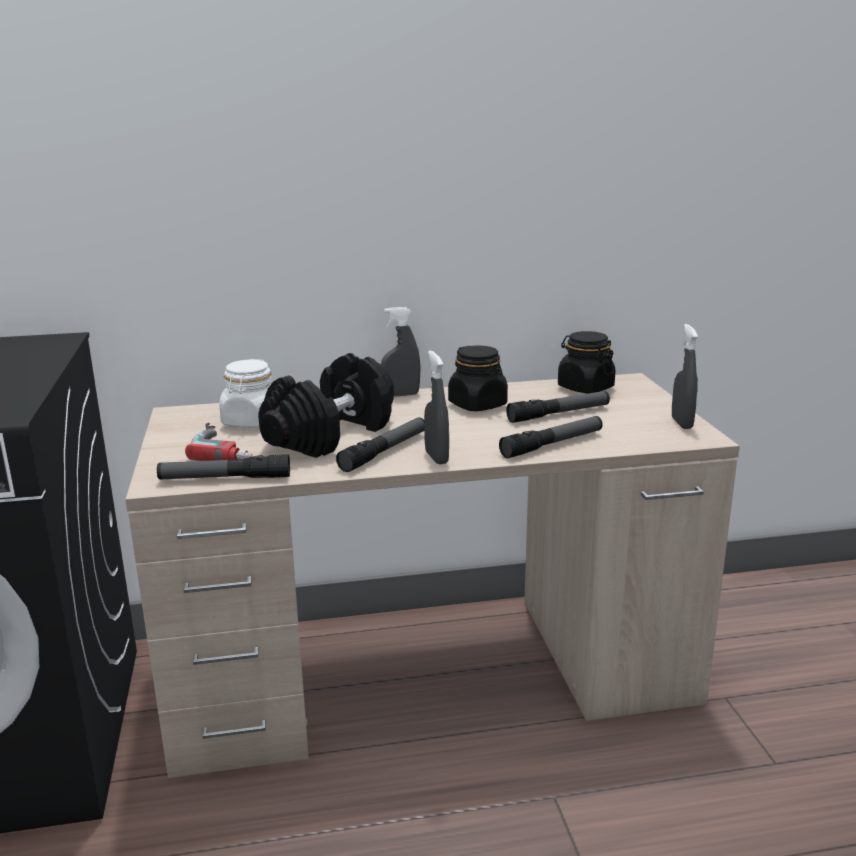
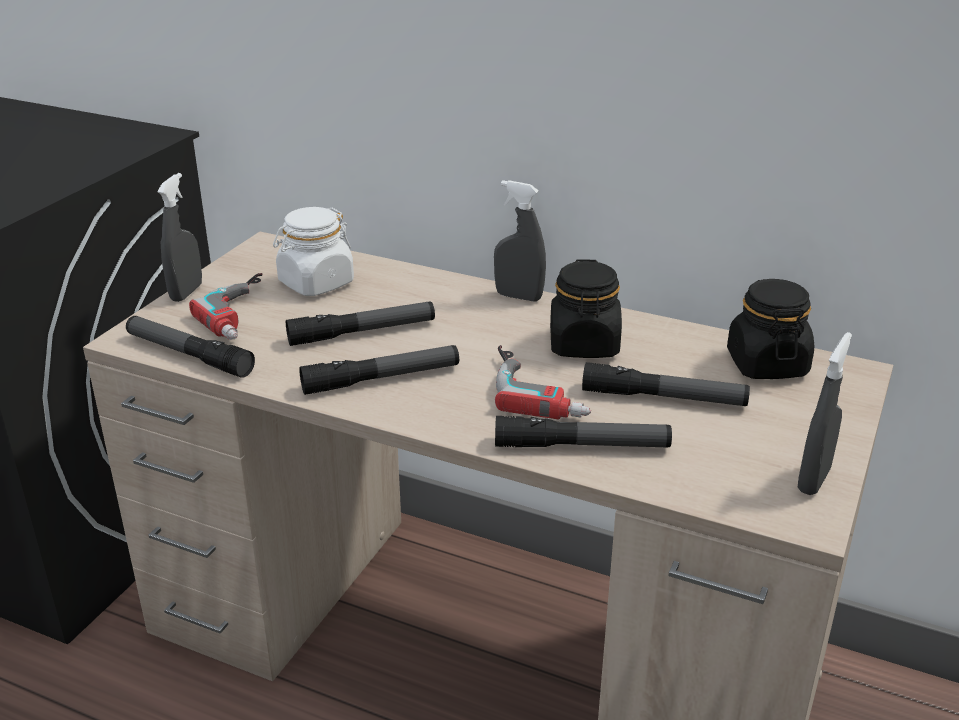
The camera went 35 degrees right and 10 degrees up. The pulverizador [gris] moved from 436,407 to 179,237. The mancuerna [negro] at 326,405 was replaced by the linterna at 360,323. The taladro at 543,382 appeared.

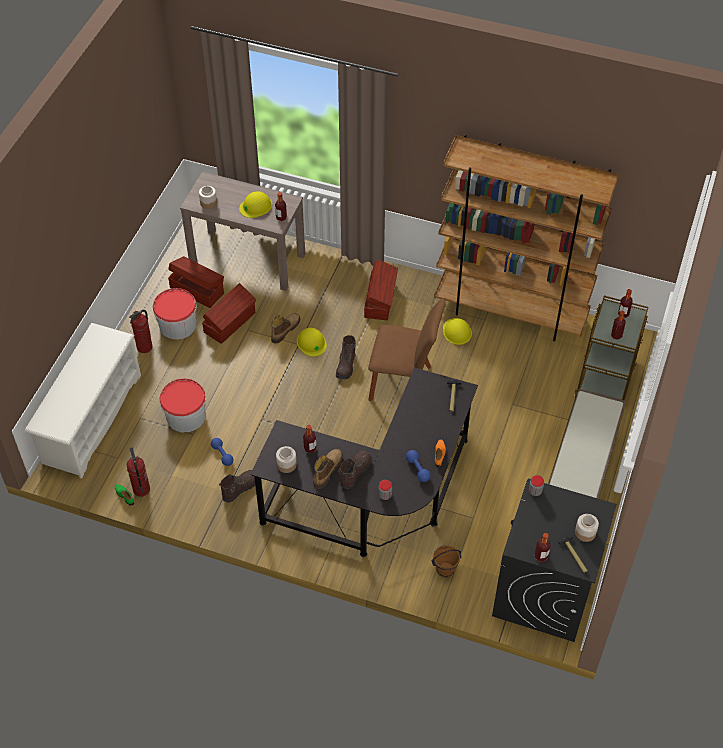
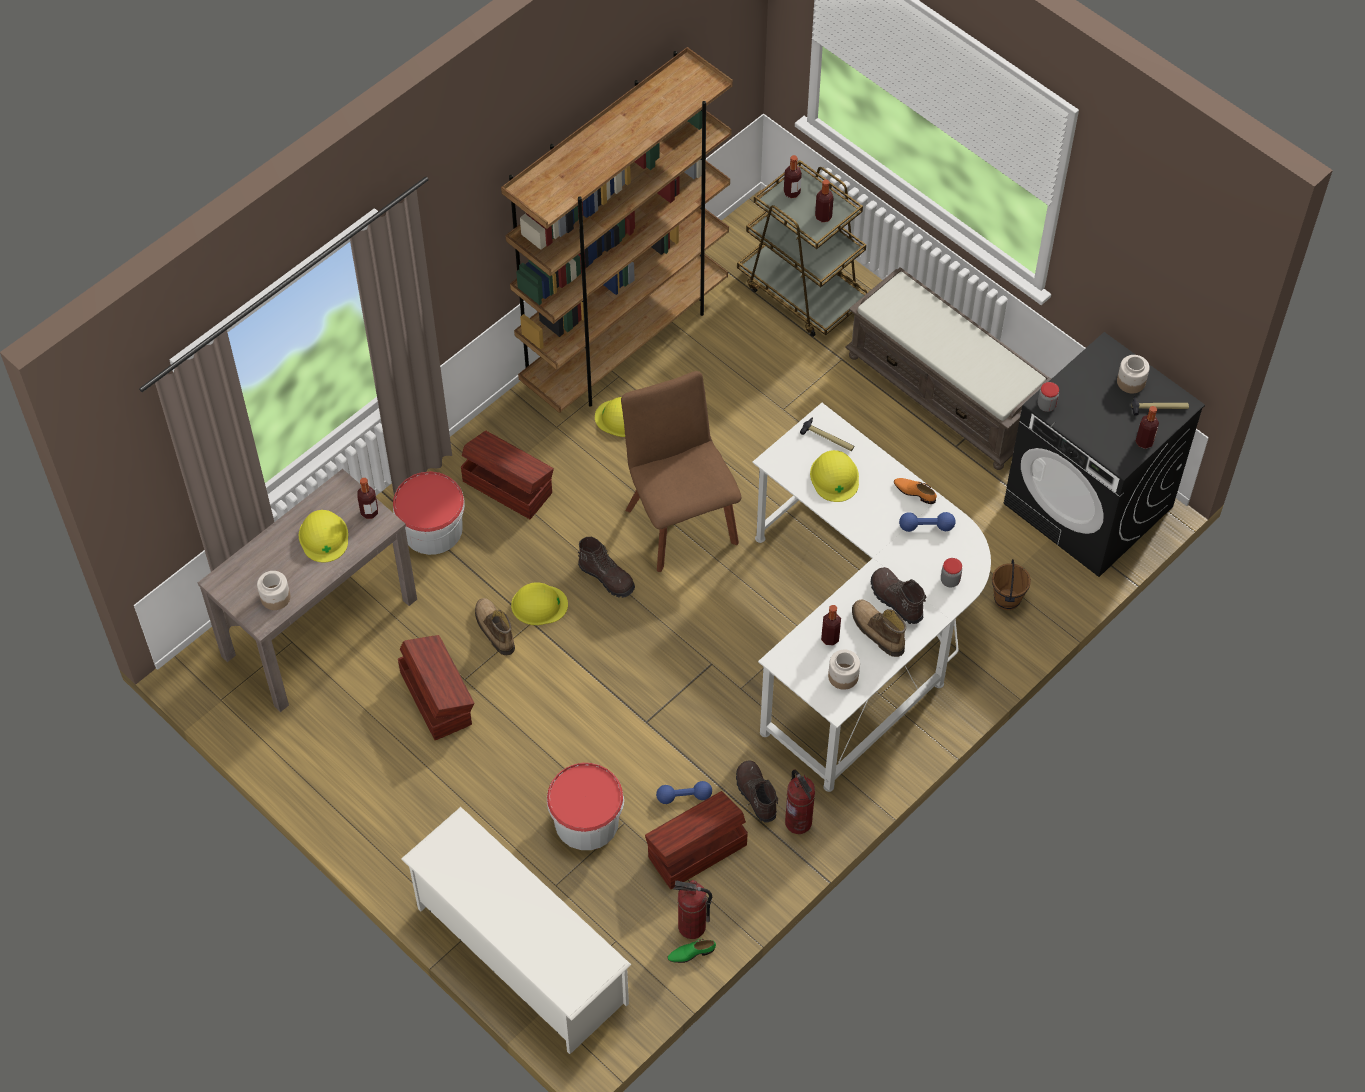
The camera went 65 degrees left and 5 degrees up. The cubo moved from 175,314 to 429,513. The silla [marrón] at 406,350 turned 60 degrees counterclockwise. The caja de almacenaje [marrón] moved from 196,282 to 696,840. The escritorio [negro] at 364,462 became the escritorio [blanco] at 871,597. The extintor moved from 140,331 to 800,801. The casco [amarillo] at 834,476 appeared.

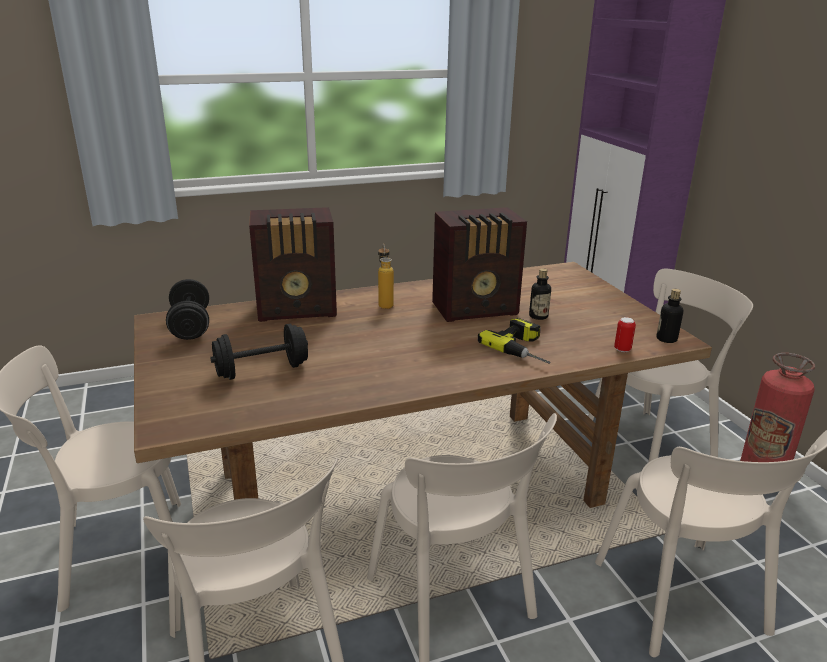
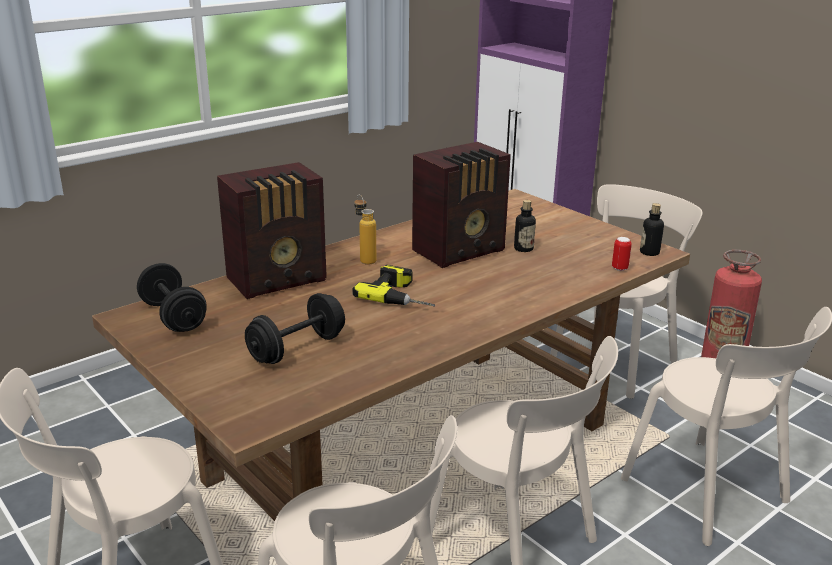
The camera went 20 degrees left and 0 degrees up. The taladro moved from 514,341 to 393,286.

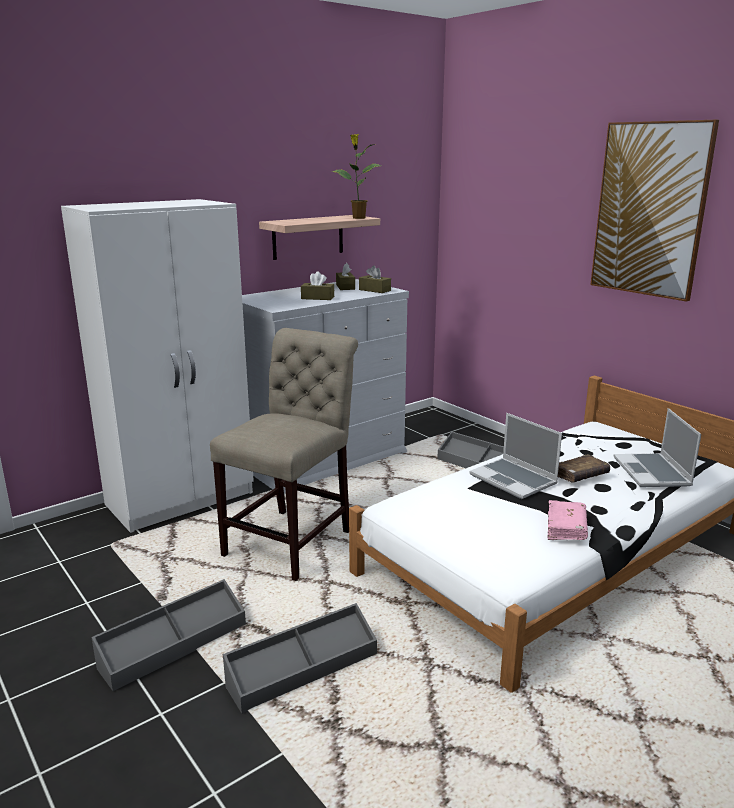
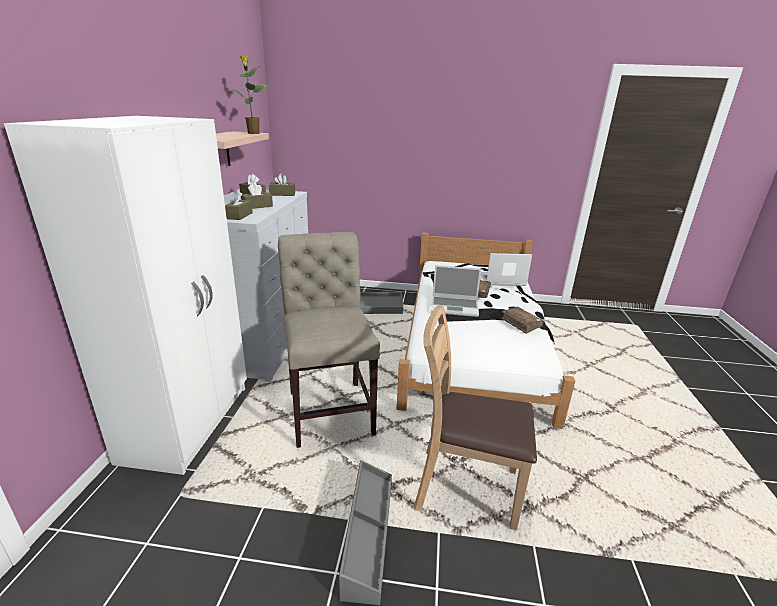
The camera went 45 degrees left and 5 degrees up. The caja de pañuelos [marrón] at 239,205 appeared. The caja de almacenaje [gris] at 300,658 was replaced by the silla [marrón] at 475,417. The portátil at 657,447 turned 135 degrees clockwise. The libro [rosa] at 568,520 became the libro [marrón] at 522,320. The cuadro at 654,210 disappeared.

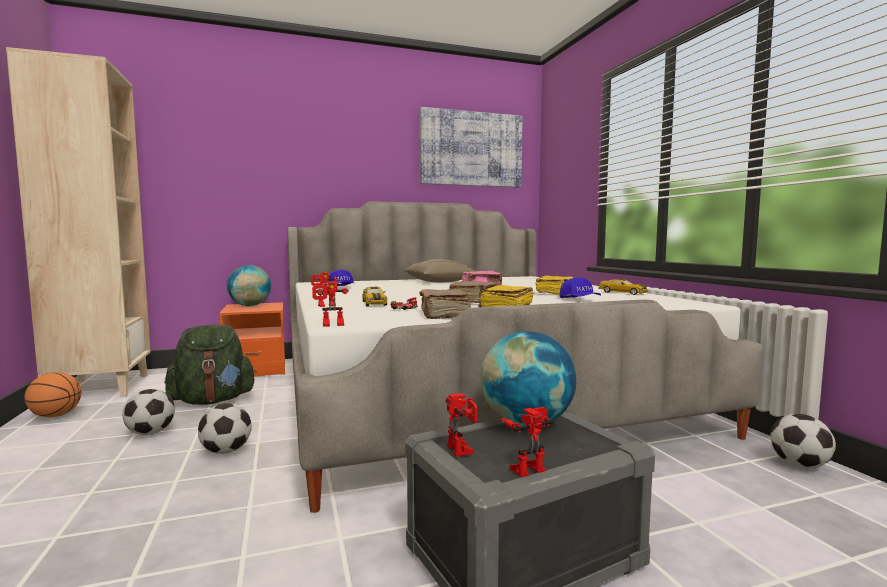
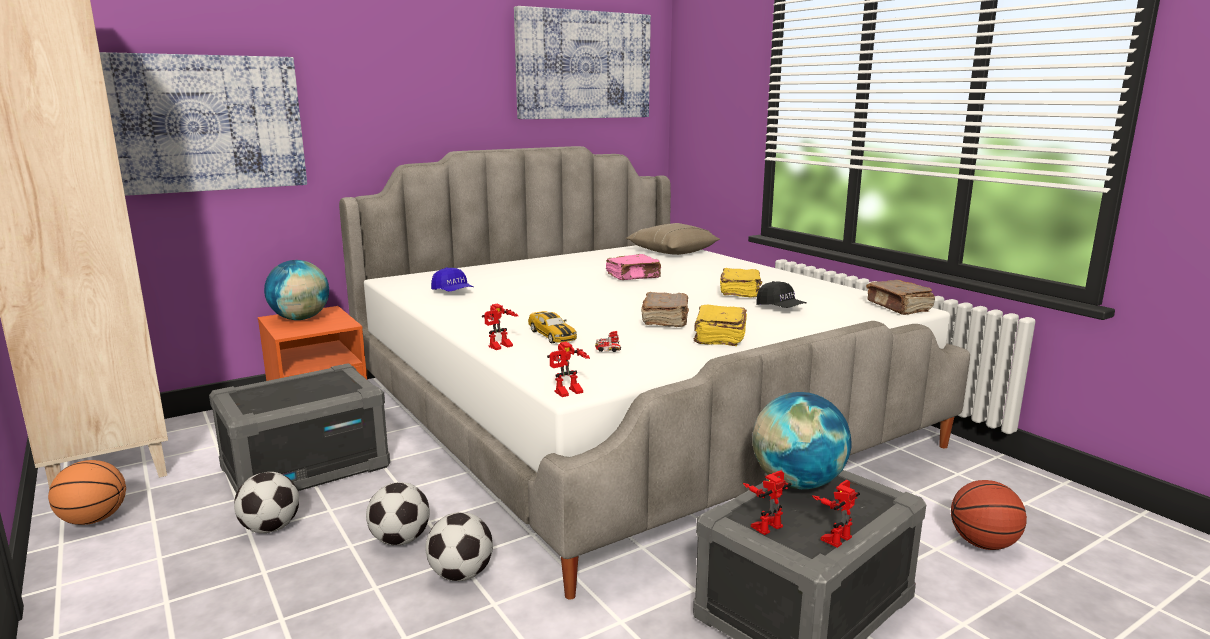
The camera went 15 degrees left and 10 degrees up. The cuadro at 203,124 appeared. The mochila [verde] at 210,365 was replaced by the caja de almacenaje [gris] at 299,428. The balón de fútbol moved from 803,441 to 459,546. The cojín [beis] moved from 439,271 to 673,239. The robot de juguete at 461,425 turned 90 degrees counterclockwise. The gorra [azul] at 580,287 became the gorra [negro] at 781,294. The libro [marrón] moved from 445,304 to 900,297. The balón de baloncesto at 989,515 appeared. The coche de juguete at 623,287 disappeared.

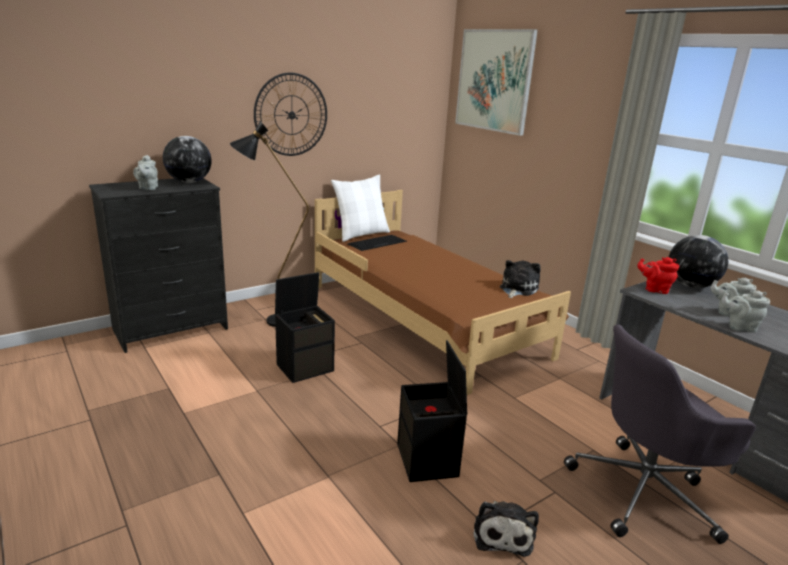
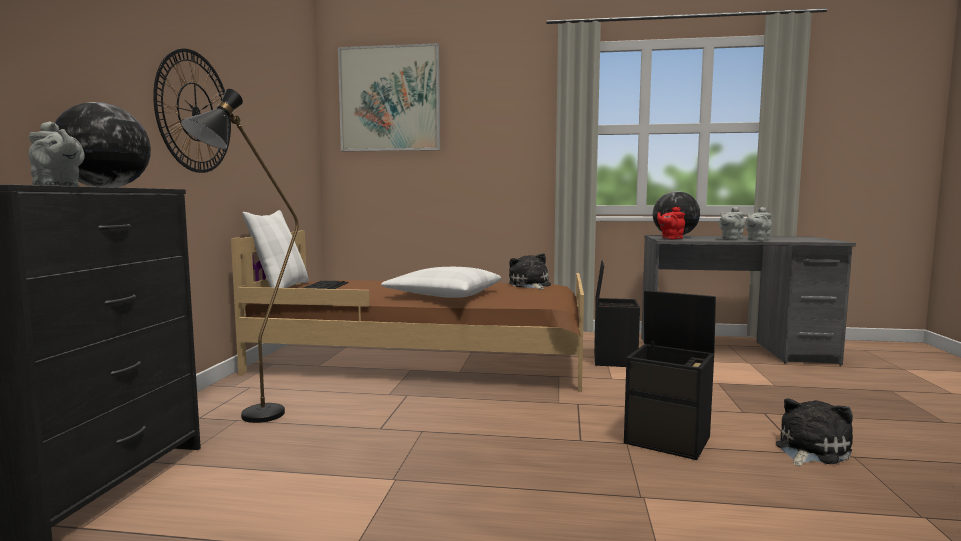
The camera went 45 degrees left and 15 degrees down. The cojín [blanco] at 441,282 appeared. The caja de almacenaje [negro] moved from 305,327 to 617,314. The peluche at 506,529 turned 90 degrees counterclockwise. The silla de oficina [gris] at 660,434 disappeared.

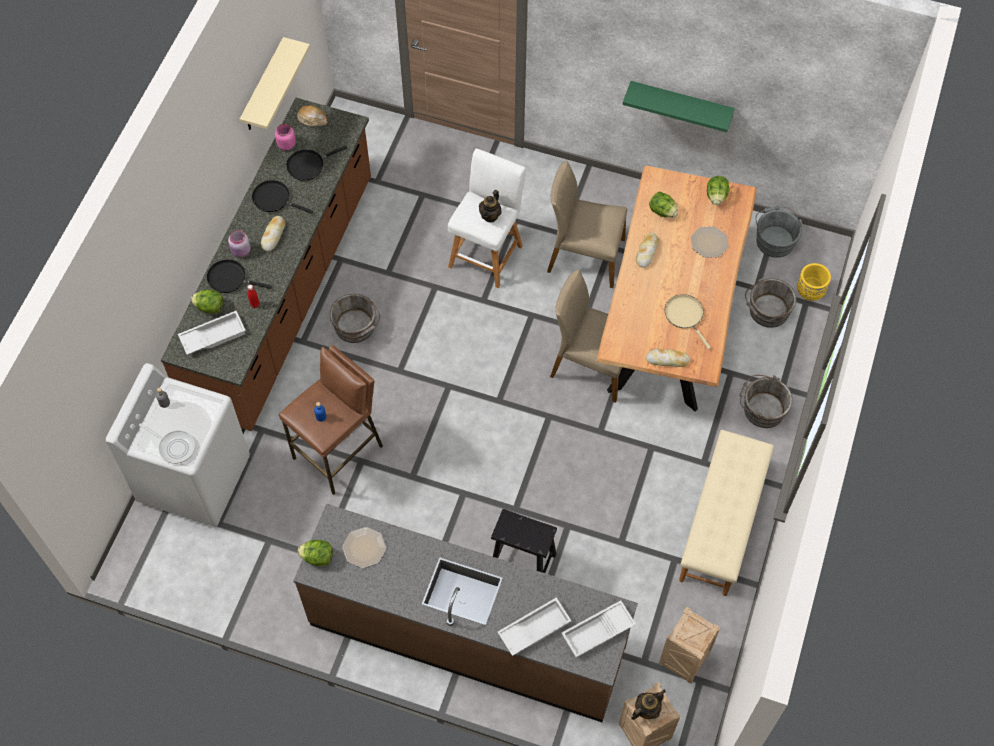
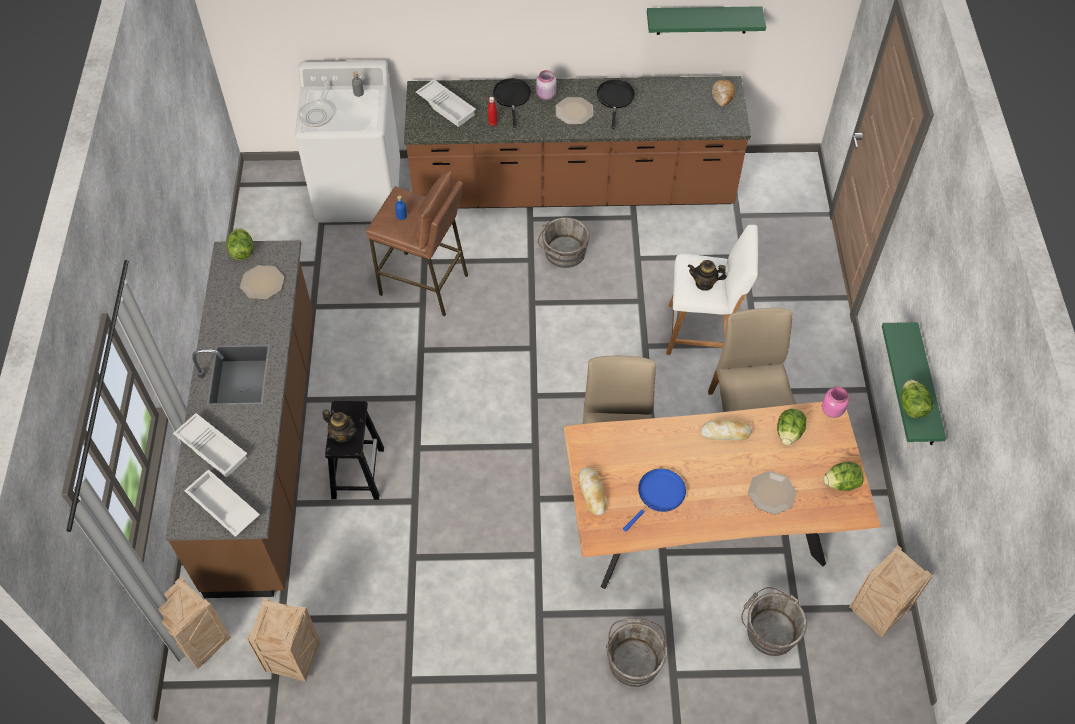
The camera went 70 degrees right and 5 degrees down. The tetera moved from 648,705 to 339,425. The pan at 273,234 was replaced by the plato at 574,110. The sartén [beis] at 688,322 became the sartén [azul] at 654,500. The estante [beis] at 275,83 became the estante [verde] at 706,20. The tarro [rosa] moved from 285,137 to 835,402. The cubo [gris] at 778,232 was replaced by the caja de embalaje at 891,591. The lechuga moved from 207,301 to 917,399. The sartén [negro] at 316,163 disappeared. The banco [beis] at 726,513 disappeared. The maceta [amarillo] at 814,282 disappeared.

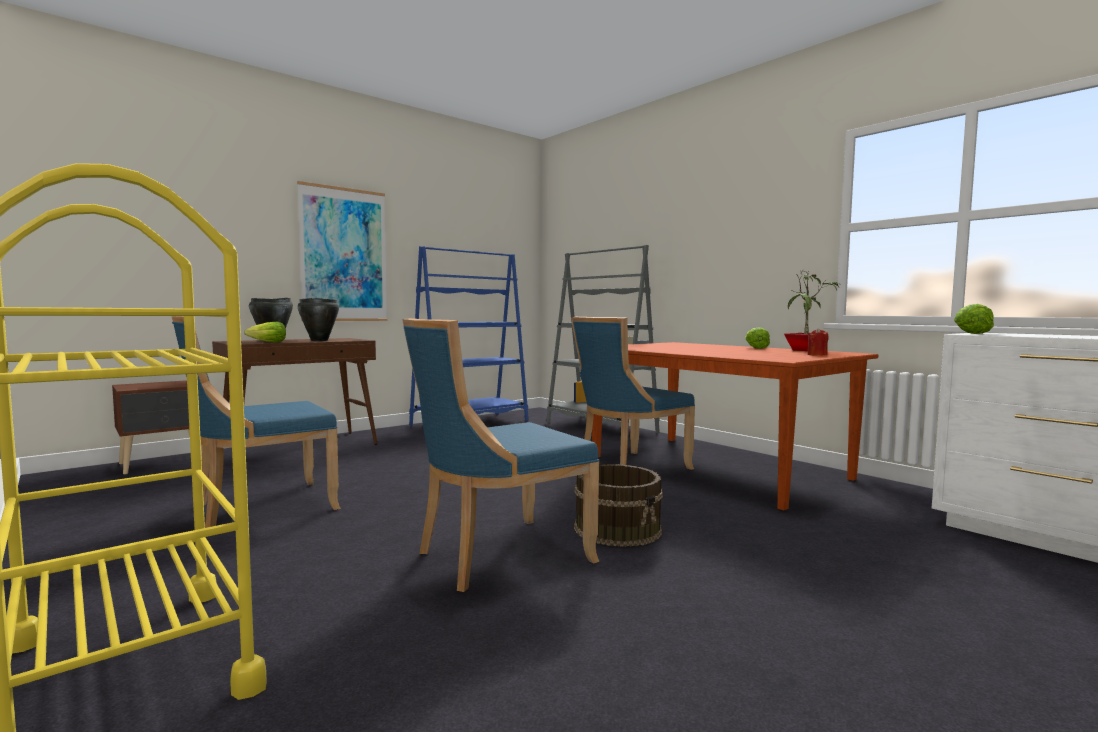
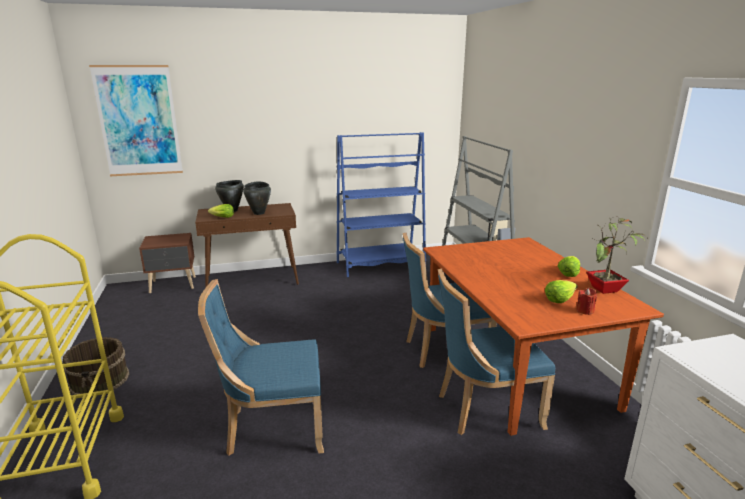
The camera went 25 degrees right and 15 degrees up. The cubo [marrón] moved from 618,505 to 96,367. The cuadro moved from 342,251 to 136,120. The silla [azul] moved from 256,422 to 496,352. The lechuga moved from 974,319 to 561,291.

